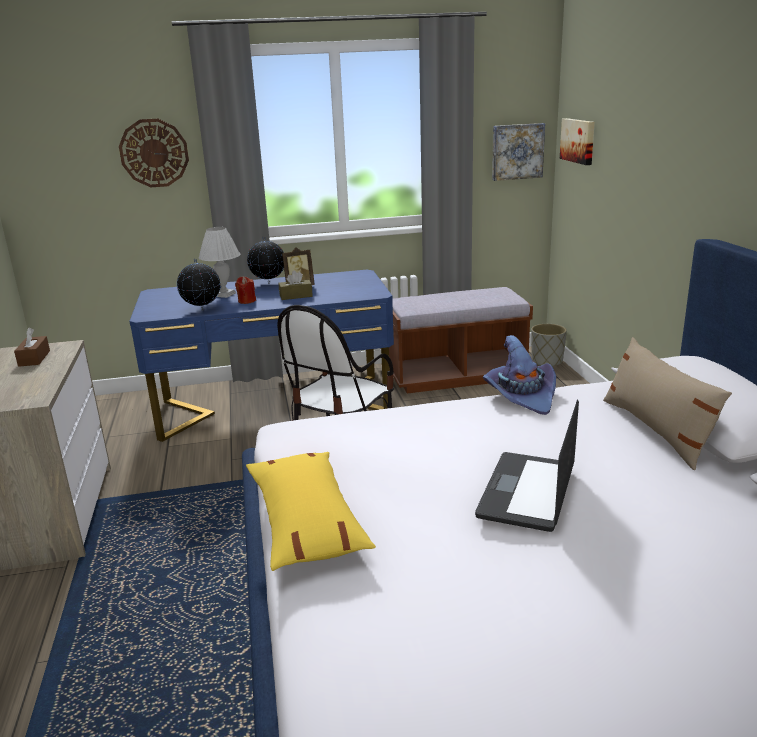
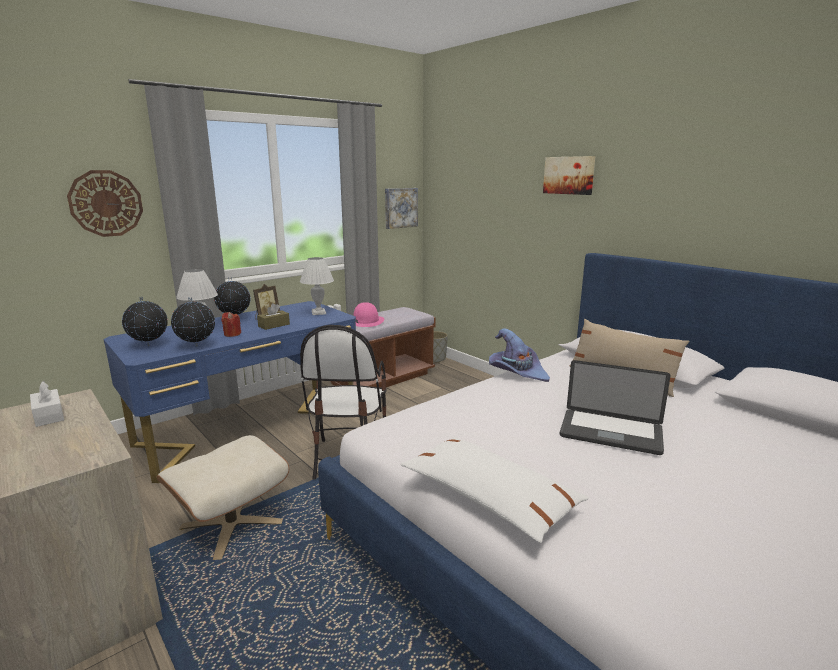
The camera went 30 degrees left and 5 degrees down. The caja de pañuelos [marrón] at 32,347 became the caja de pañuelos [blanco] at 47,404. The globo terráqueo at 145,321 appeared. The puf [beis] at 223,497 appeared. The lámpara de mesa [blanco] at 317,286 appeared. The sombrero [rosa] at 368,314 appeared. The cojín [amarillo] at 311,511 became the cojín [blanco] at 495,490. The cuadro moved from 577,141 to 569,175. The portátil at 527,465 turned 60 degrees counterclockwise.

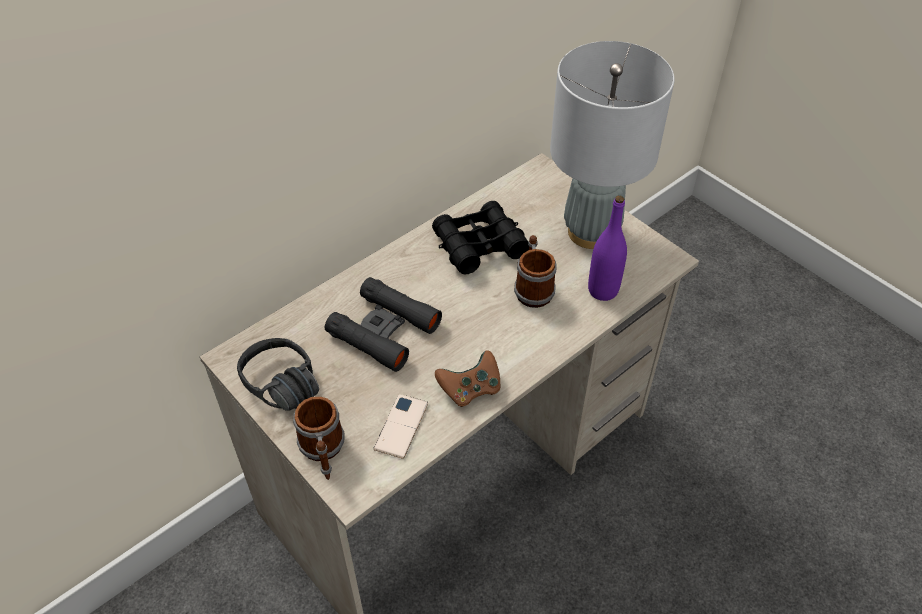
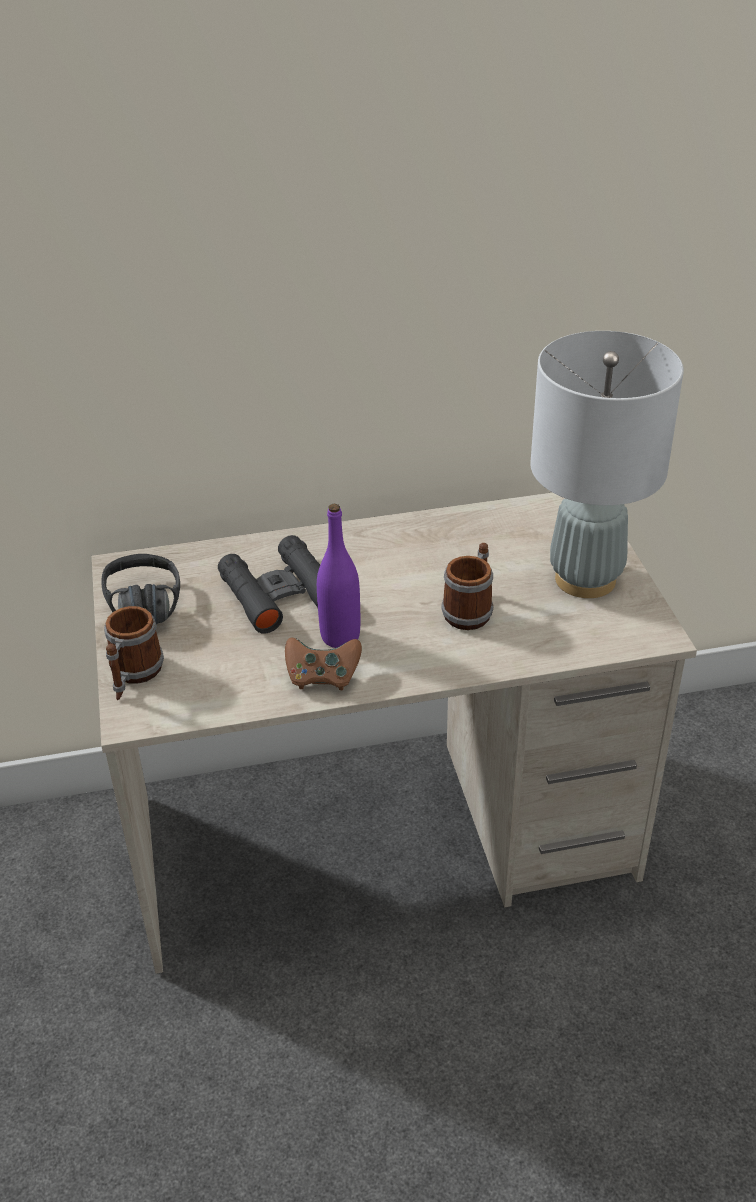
The camera went 30 degrees right and 10 degrees down. The botella [morado] moved from 607,248 to 338,576. The móvil at 400,426 disappeared. The prismáticos [negro] at 480,237 disappeared.

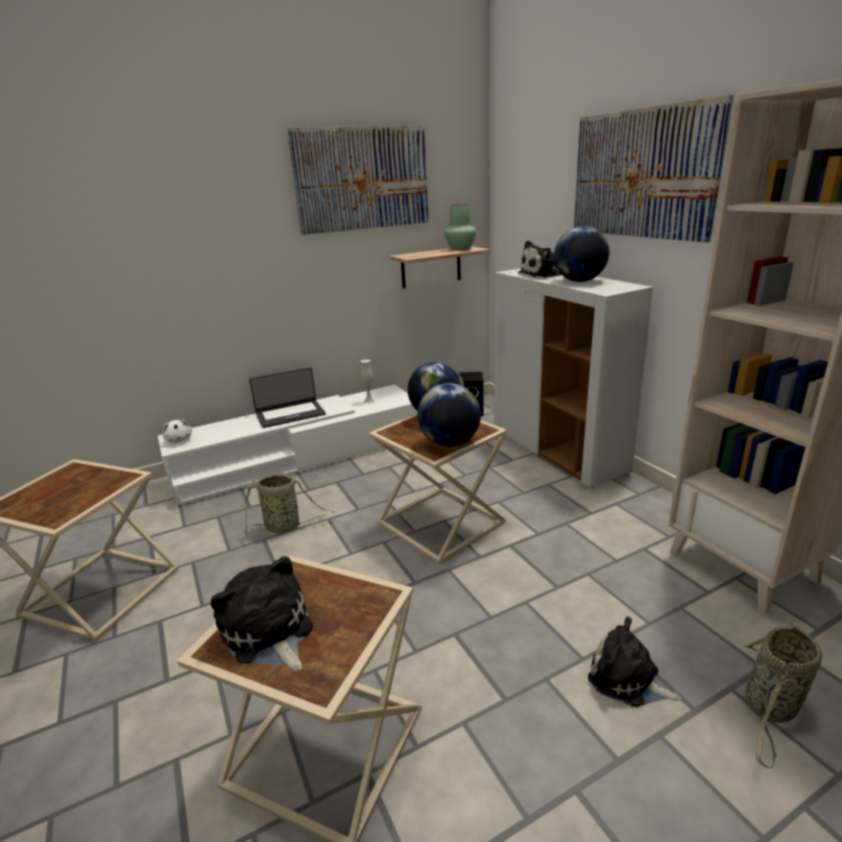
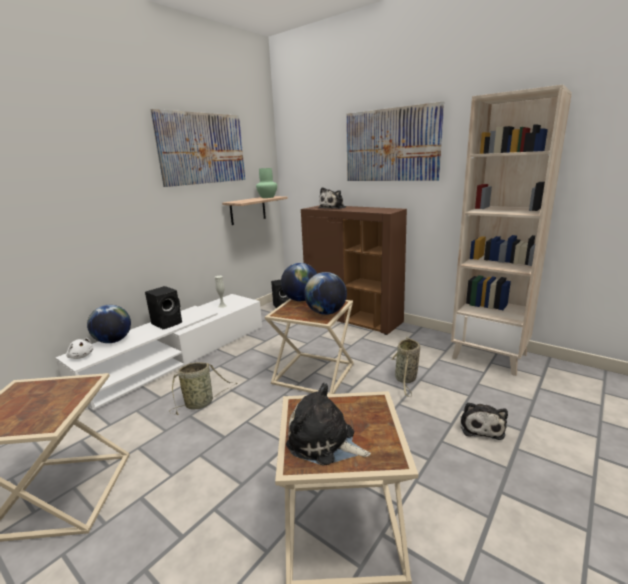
The camera went 25 degrees left and 5 degrees down. The globo terráqueo moved from 581,254 to 109,324. The portátil at 287,397 was replaced by the altavoz [negro] at 163,307. The armario [blanco] at 573,378 became the armario [marrón] at 354,270. The cesta moved from 783,693 to 405,367. The peluche at 634,662 turned 90 degrees counterclockwise.

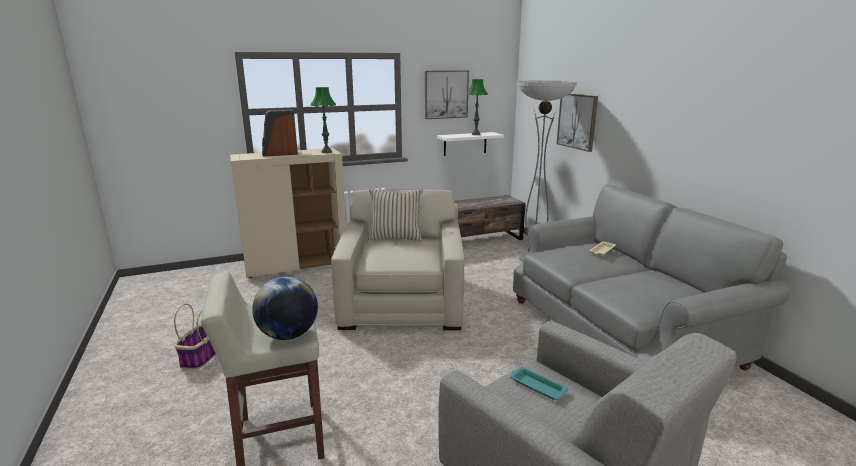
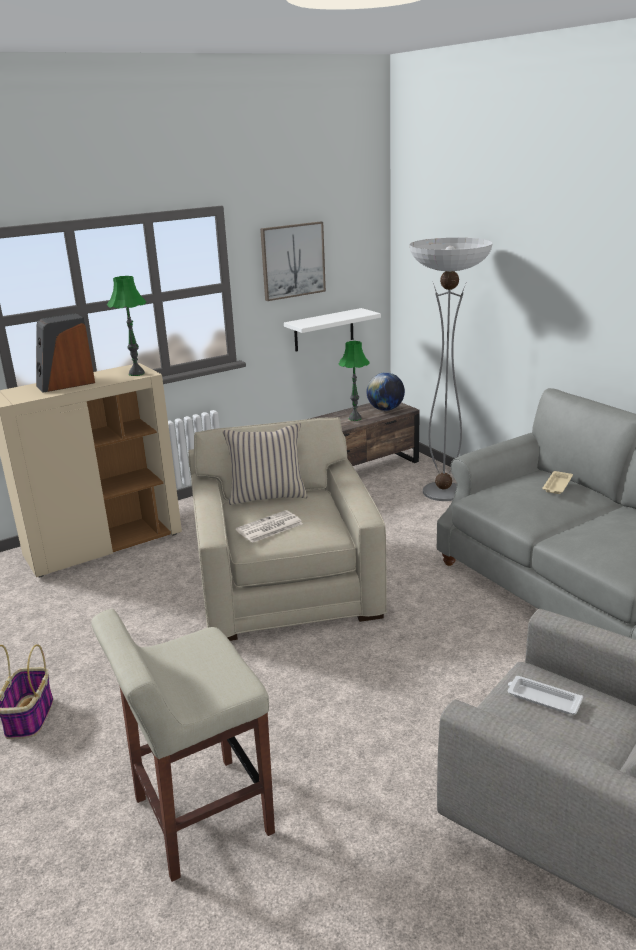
The camera went 10 degrees left and 5 degrees up. The periódico at 269,526 appeared. The lámpara de mesa [verde] moved from 477,107 to 354,381. The globo terráqueo moved from 285,308 to 386,391. The bandeja [turquesa] at 539,383 became the bandeja [blanco] at 545,695. The cuadro at 577,123 disappeared.

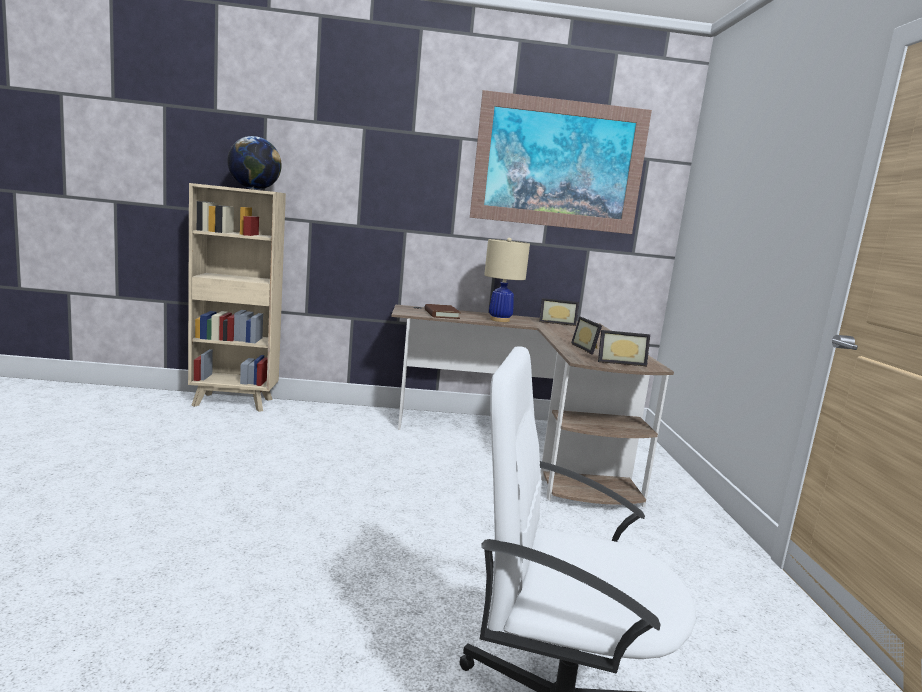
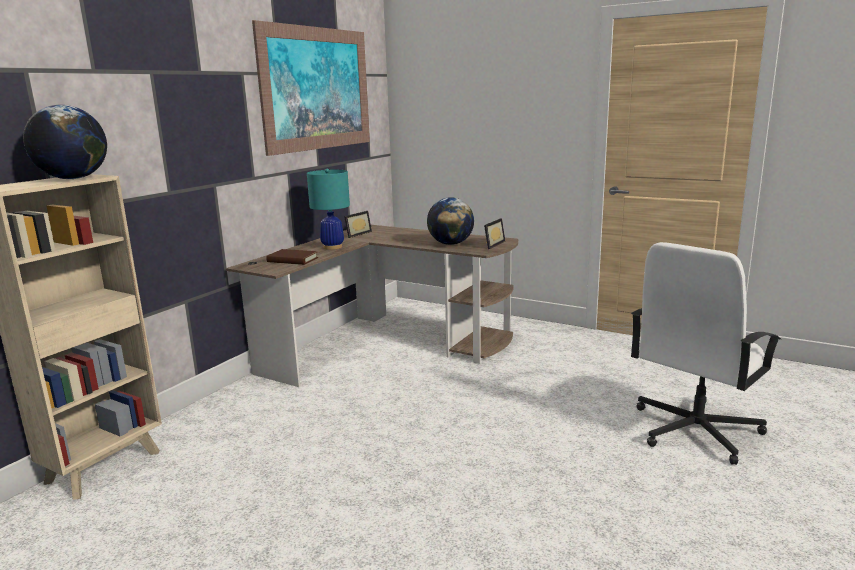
The camera went 55 degrees left and 5 degrees up. The lámpara de mesa [beis] at 507,280 became the lámpara de mesa [turquesa] at 328,209. The portarretratos at 586,335 was replaced by the globo terráqueo at 450,221.

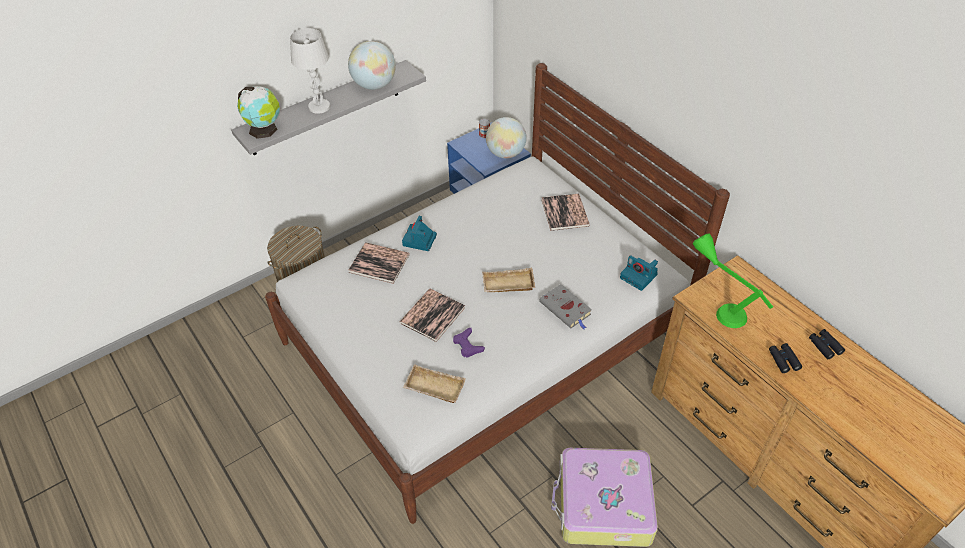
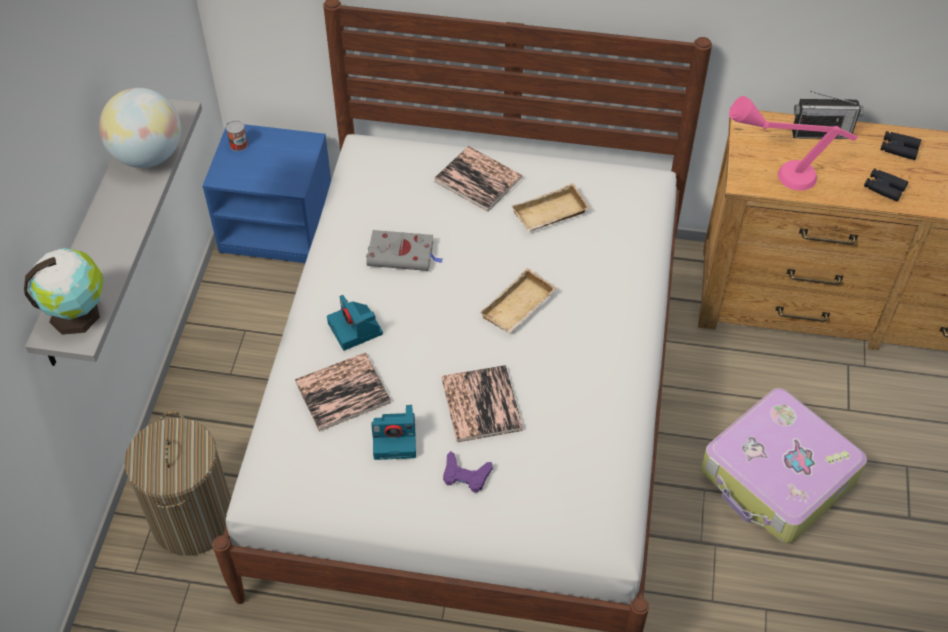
The camera went 45 degrees left and 5 degrees up. The libro [gris] moved from 565,306 to 404,250. The cámara moved from 639,273 to 393,432. The mando de consola [morado] moved from 469,343 to 468,472. The bandeja [beis] moved from 434,383 to 550,207. The lámpara de mesa [verde] at 732,280 became the lámpara de mesa [rosa] at 793,143. The radio at 828,115 appeared. The lámpara de mesa [blanco] at 310,71 disappeared. The globo terráqueo at 506,137 disappeared.

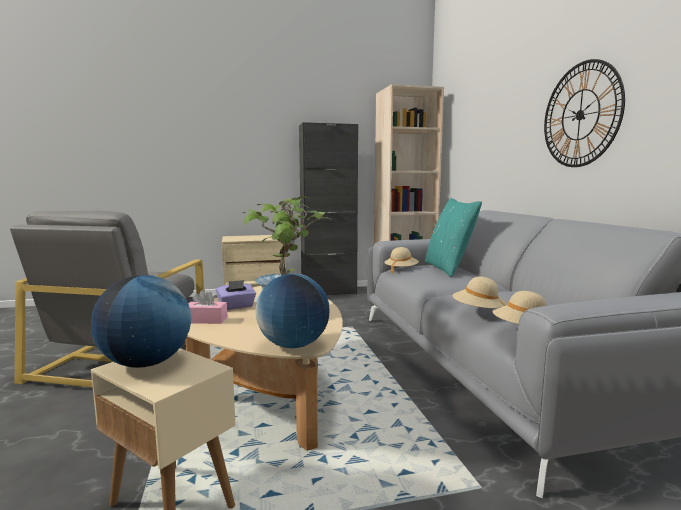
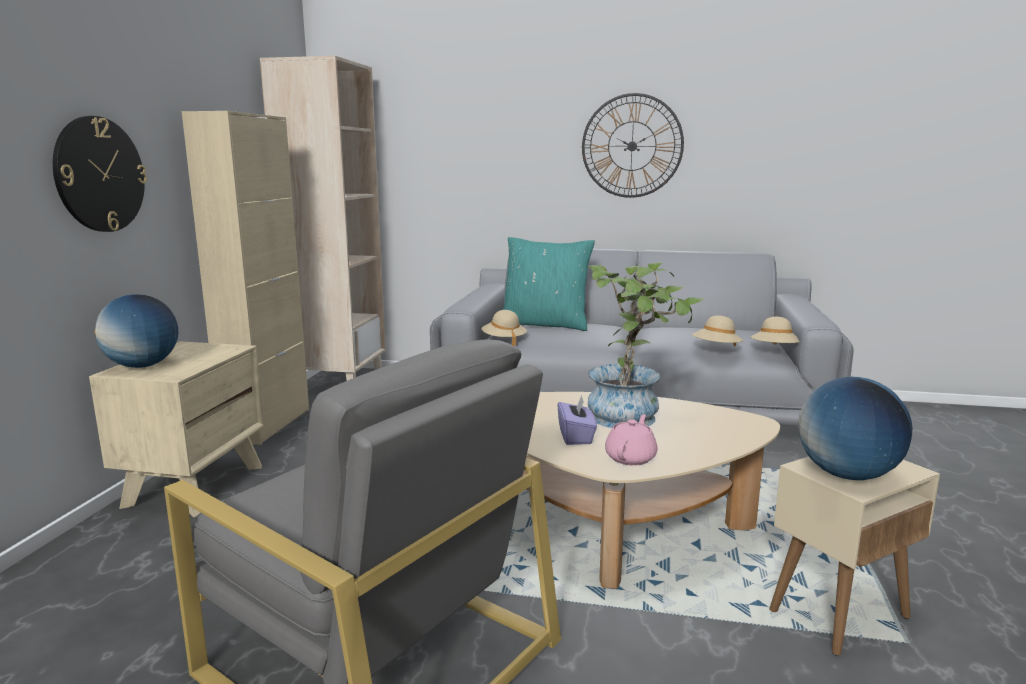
The camera went 65 degrees left and 5 degrees up. The reloj de pared at 100,174 appeared. The globo terráqueo moved from 292,311 to 136,331. The armario [negro] at 328,208 became the armario [beis] at 245,278. The caja de pañuelos [rosa] at 207,306 was replaced by the tetera [rosa] at 631,440.

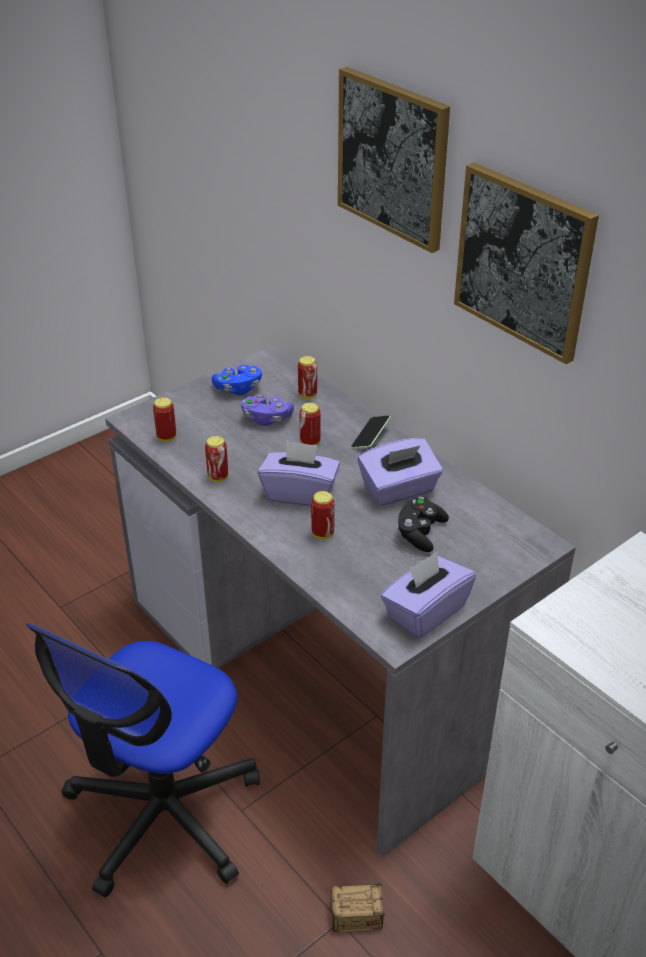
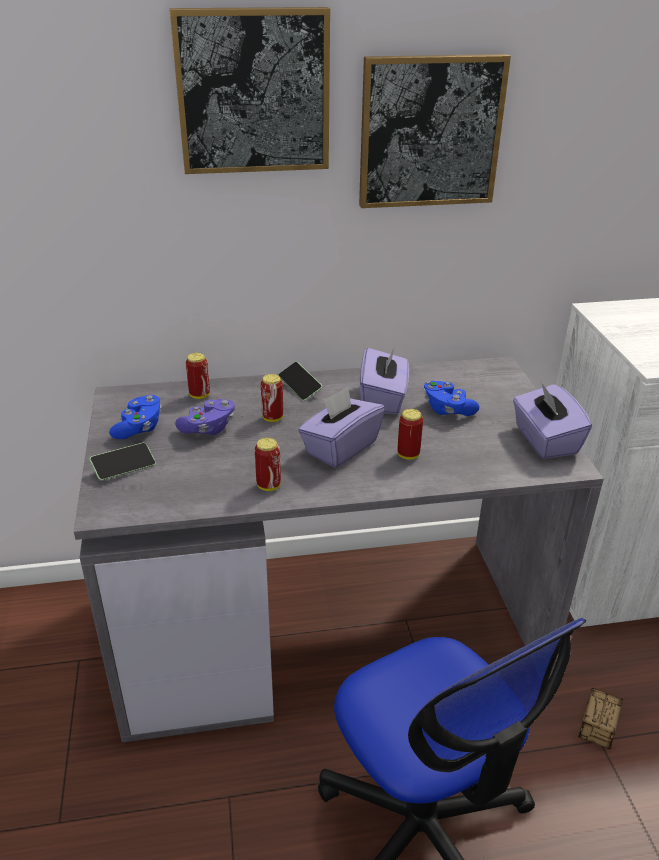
The camera went 60 degrees left and 5 degrees down. The móvil at 122,462 appeared. The mando de consola [negro] at 422,524 became the mando de consola [azul] at 451,398. The lata at 164,419 disappeared.

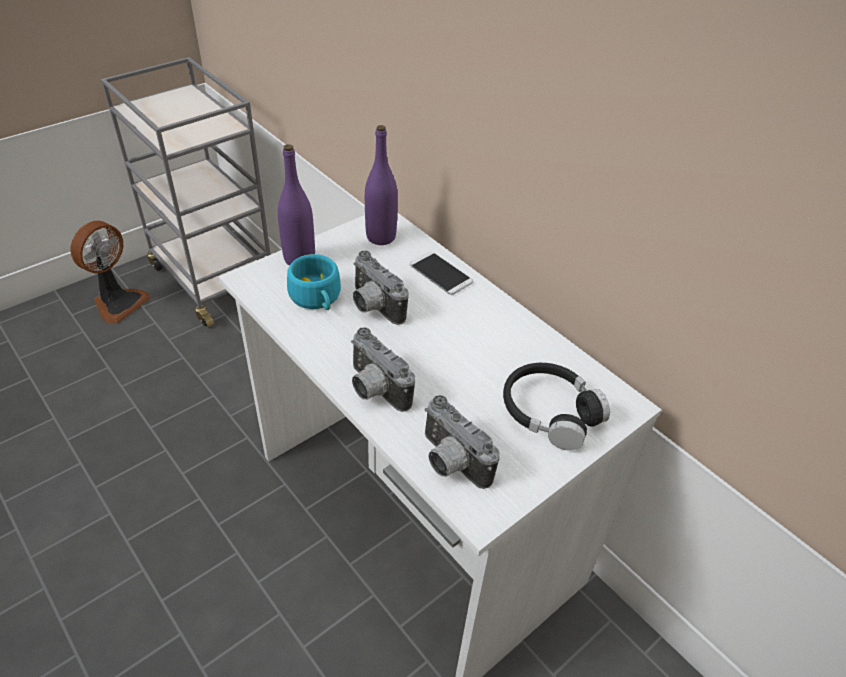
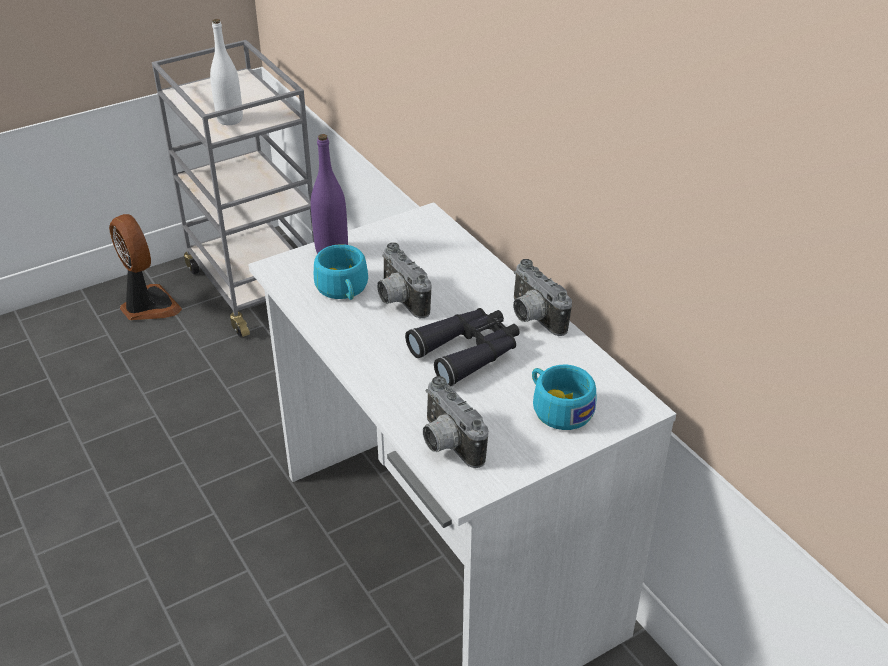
The camera went 10 degrees right and 5 degrees down. The ventilador at 110,272 turned 75 degrees counterclockwise. The botella [blanco] at 226,72 appeared. The prismáticos [negro] at 462,347 appeared. The cámara moved from 383,369 to 542,297. The auriculares [negro] at 556,407 was replaced by the taza [turquesa] at 564,397. The botella [morado] at 381,185 disappeared. The móvil at 441,273 disappeared.

